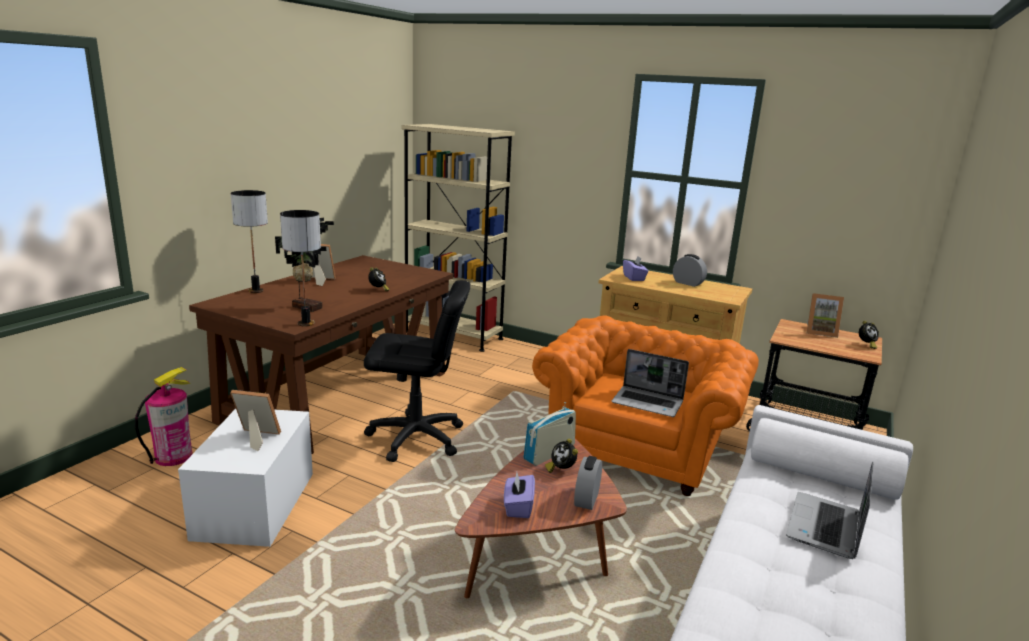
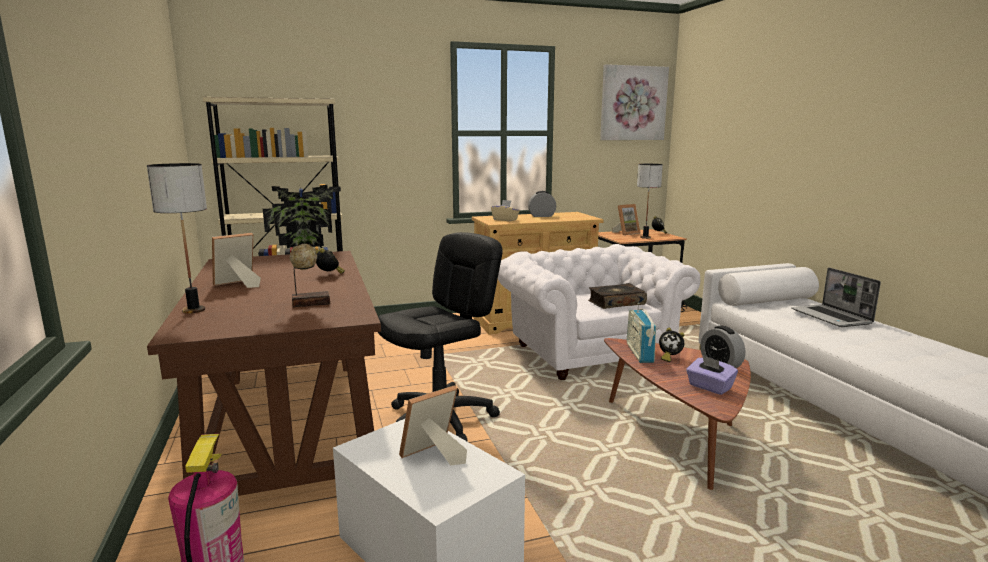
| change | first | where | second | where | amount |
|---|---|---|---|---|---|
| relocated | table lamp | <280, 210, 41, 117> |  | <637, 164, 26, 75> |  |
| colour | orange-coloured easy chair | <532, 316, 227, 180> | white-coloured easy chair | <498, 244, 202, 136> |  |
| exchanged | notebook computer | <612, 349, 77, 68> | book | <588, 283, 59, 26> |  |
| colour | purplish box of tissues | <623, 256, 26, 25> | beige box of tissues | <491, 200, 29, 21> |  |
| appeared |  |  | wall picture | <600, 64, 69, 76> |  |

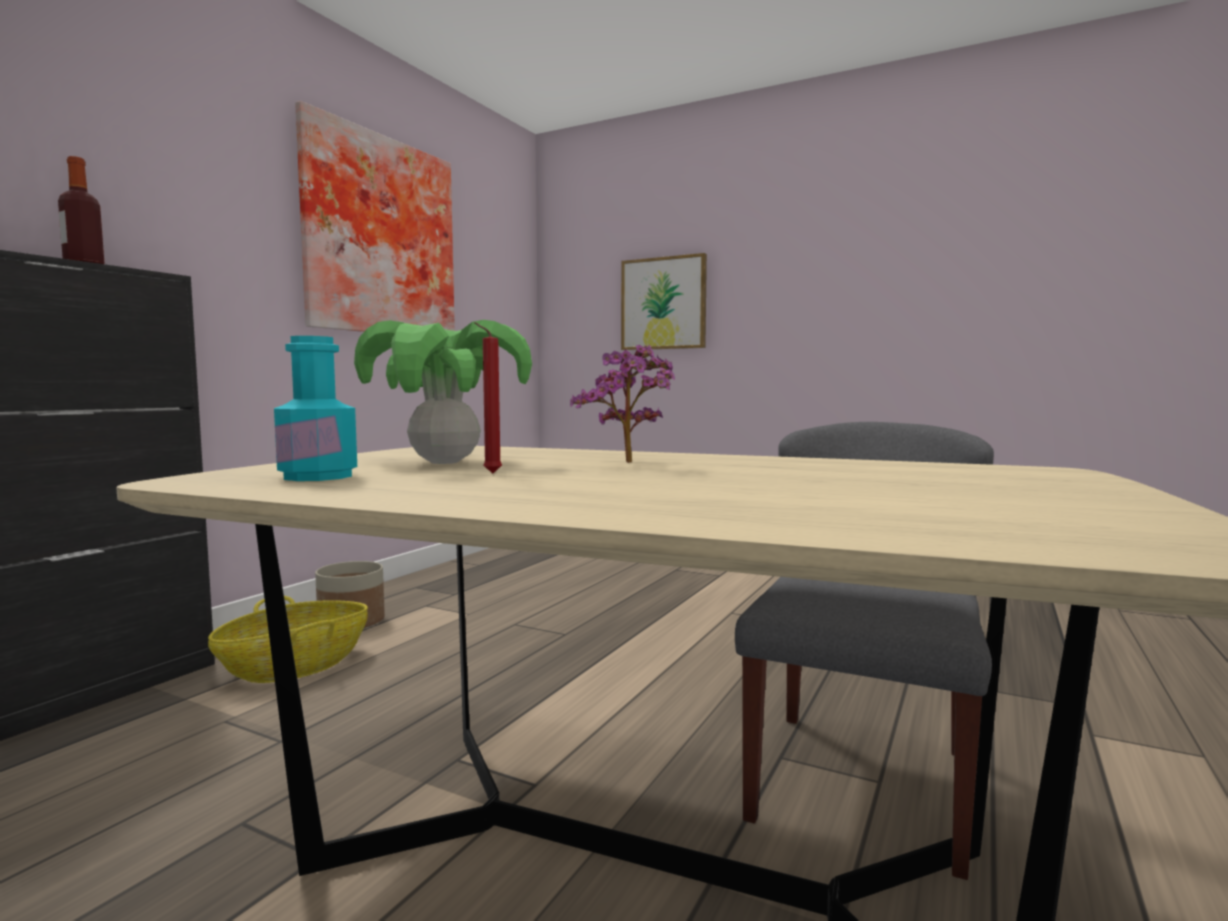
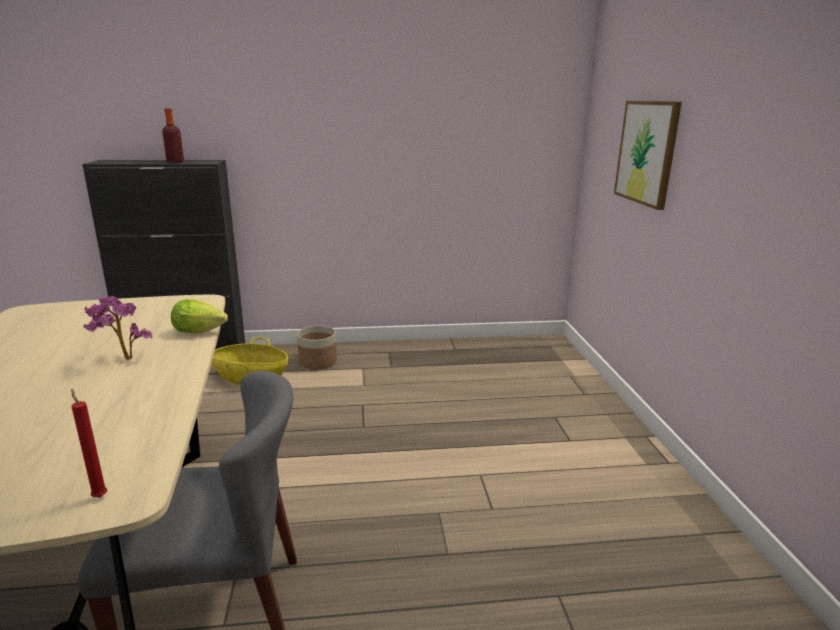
| change | first | where | second | where | amount |
|---|---|---|---|---|---|
| missing | blue-green beverage bottle | <274, 336, 83, 145> |  |  |  |
| missing | wall picture | <295, 101, 160, 231> |  |  |  |
| missing | houseplant | <354, 320, 178, 144> |  |  |  |
| relocated | red candle | <474, 322, 28, 151> |  | <71, 388, 36, 109> |  |
| appeared |  |  | lettuce head | <171, 299, 57, 34> |  |

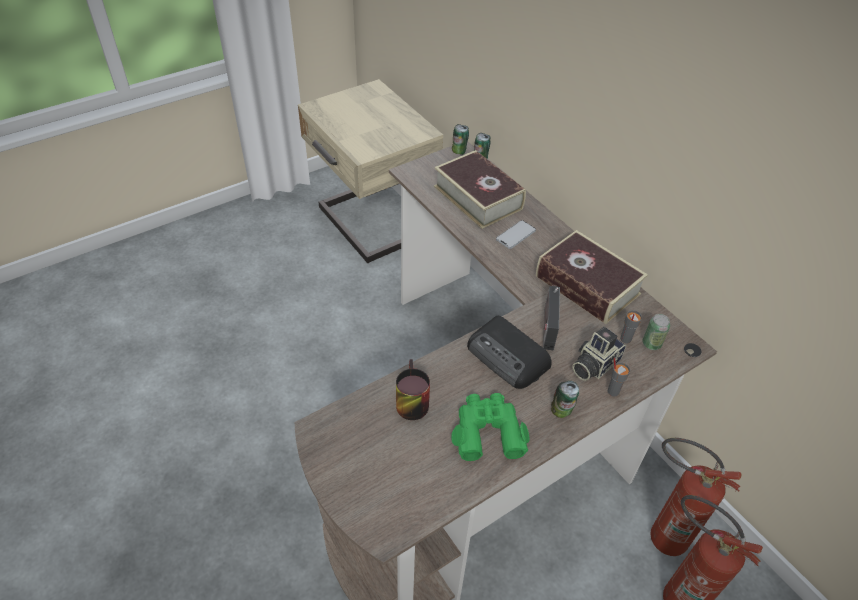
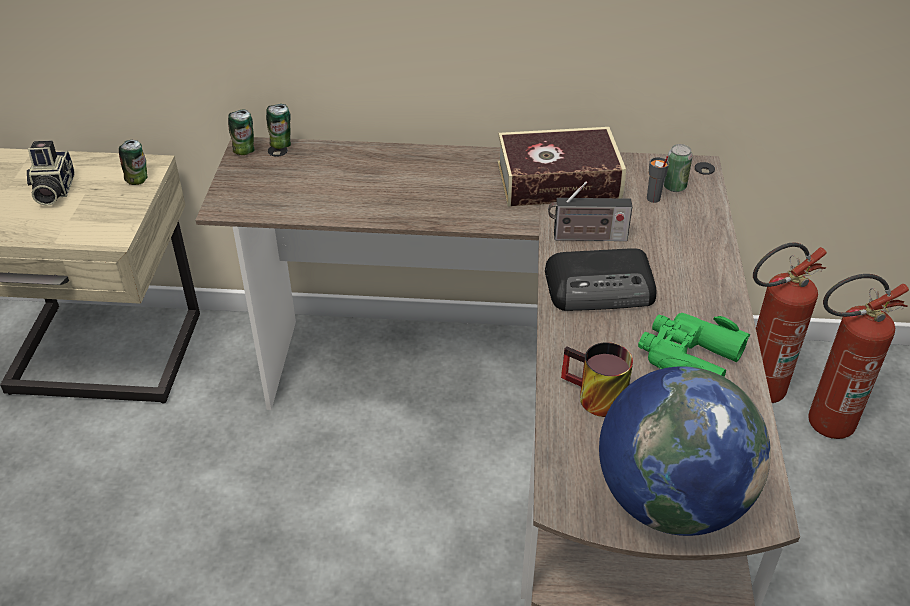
| change | first | where | second | where | amount |
|---|---|---|---|---|---|
| missing | book | <434, 150, 92, 79> |  |  |  |
| missing | phone | <496, 220, 40, 29> |  |  |  |
| spun | radio receiver | <543, 285, 17, 65> |  | <548, 182, 84, 59> | 45 degrees counterclockwise |
| relocated | metal can | <551, 381, 28, 37> |  | <119, 140, 28, 45> |  |
| relocated | still camera | <572, 327, 54, 54> |  | <27, 141, 48, 65> |  |
| missing | gray small cup | <608, 358, 22, 38> |  |  |  |
| appeared |  |  | desk globe | <599, 366, 172, 170> |  |

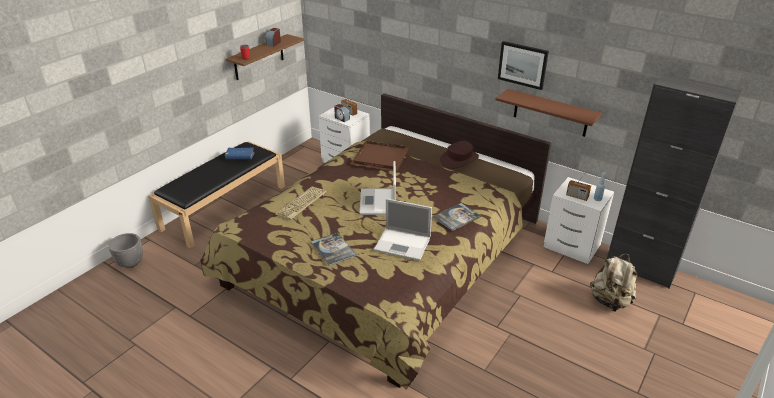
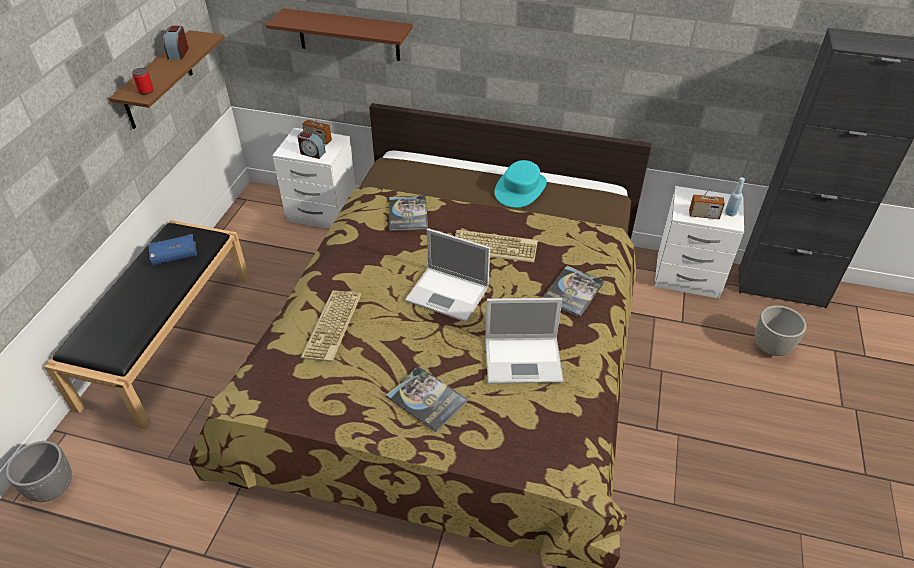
| change | first | where | second | where | amount |
|---|---|---|---|---|---|
| exchanged | brownish tray | <350, 141, 59, 30> | book | <389, 195, 39, 36> |  |
| spun | notebook computer | <360, 161, 36, 54> |  | <405, 228, 85, 94> | 45 degrees counterclockwise |
| colour | brownish clothing hat | <440, 141, 39, 28> | blue-green clothing hat | <494, 160, 53, 48> |  |
| relocated | brownish shelf | <495, 89, 107, 48> |  | <266, 8, 147, 53> |  |
| missing | wall picture | <498, 41, 51, 49> |  |  |  |
| exchanged | beige backpack | <590, 254, 47, 58> | gray plant pot | <755, 305, 52, 51> |  |
| appeared |  |  | keyboard | <455, 230, 83, 32> |  |

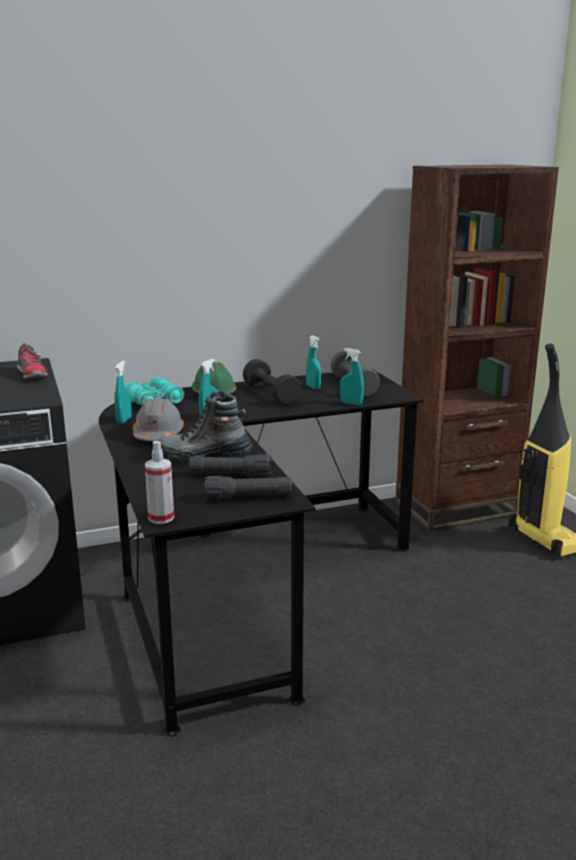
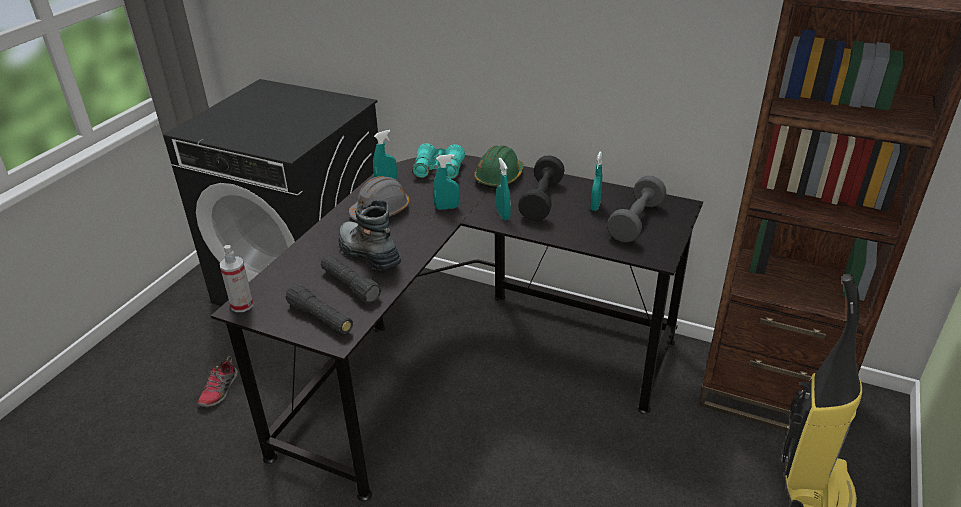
| change | first | where | second | where | amount |
|---|---|---|---|---|---|
| relocated | low shoe | <17, 343, 31, 36> |  | <198, 356, 40, 51> |  |
| relocated | blue-green spray bottle | <340, 348, 24, 57> |  | <496, 158, 15, 62> |  |

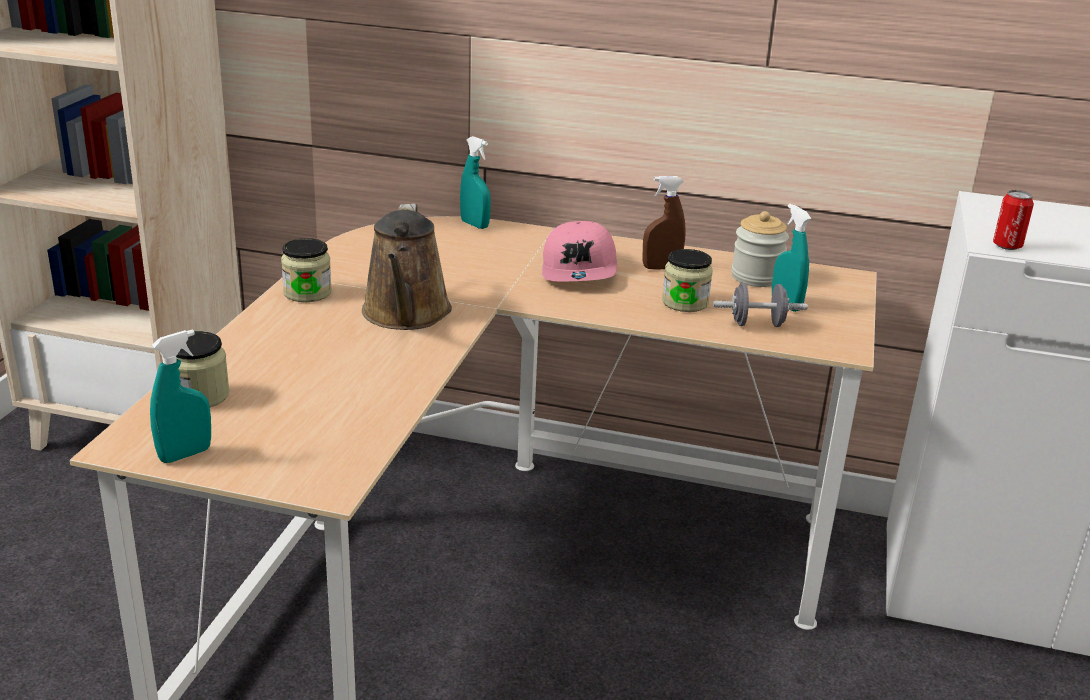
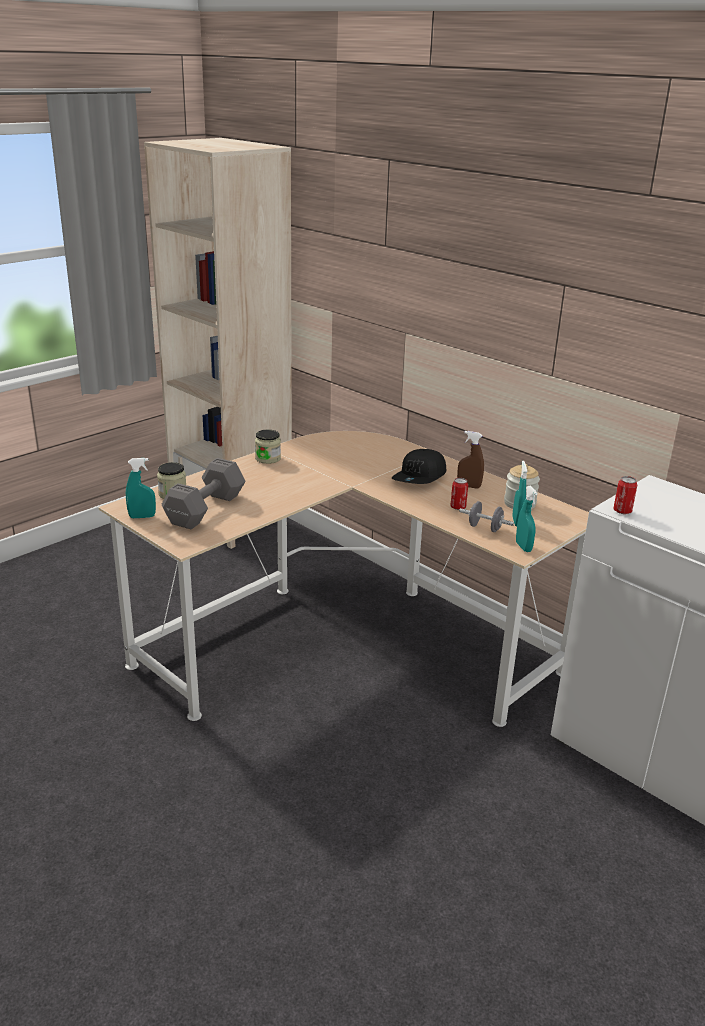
| change | first | where | second | where | amount |
|---|---|---|---|---|---|
| missing | brownish sprinkling can | <362, 204, 90, 126> |  |  |  |
| relocated | blue-green spray bottle | <460, 136, 31, 93> |  | <516, 486, 22, 66> |  |
| colour | pink-coloured peaked cap | <542, 221, 75, 60> | blackish peaked cap | <392, 449, 54, 35> |  |
| exchanged | preserve jar | <662, 249, 51, 63> | metal can | <450, 478, 18, 32> |  |
| appeared |  |  | gray dumbbell | <161, 458, 85, 71> |  |

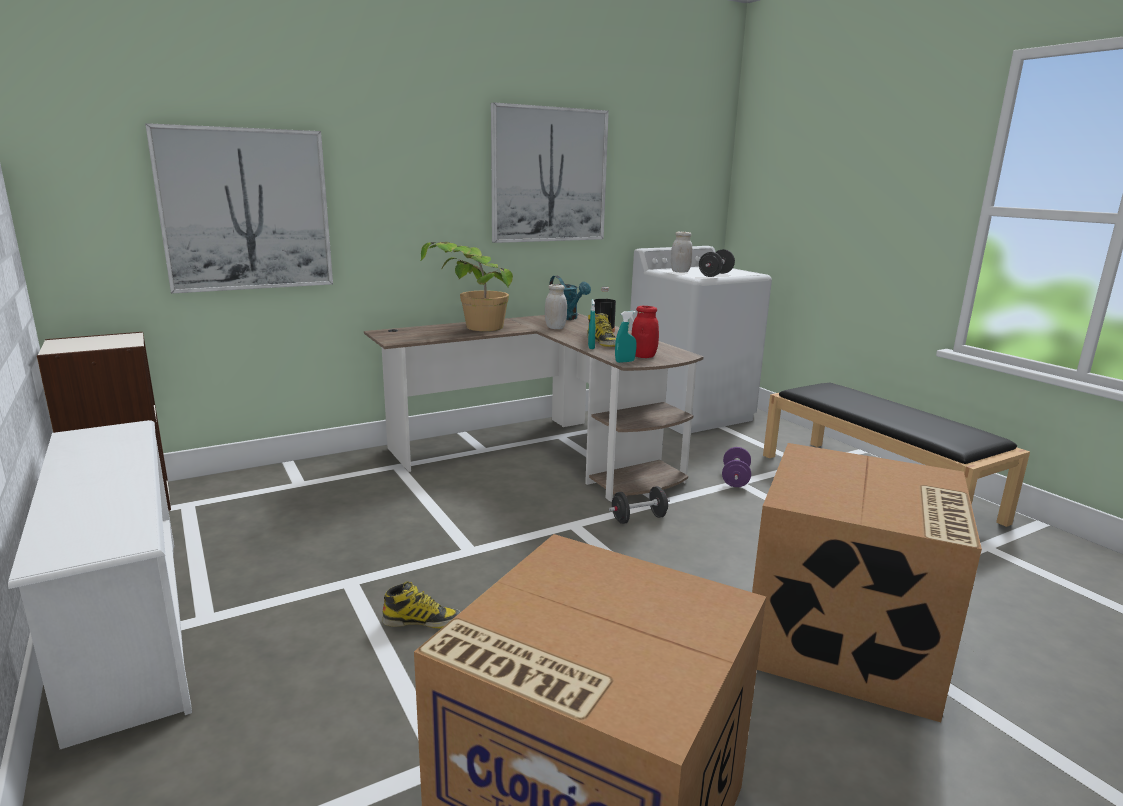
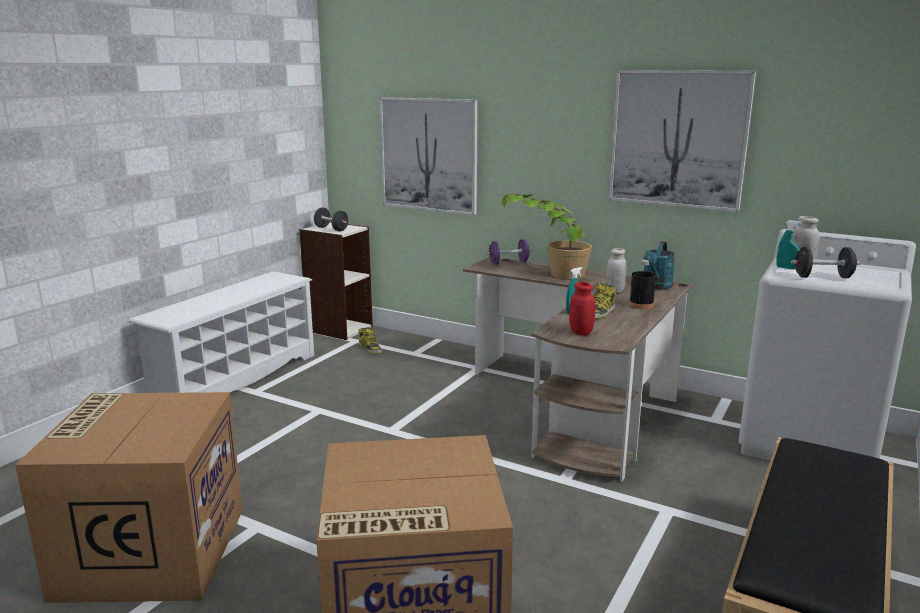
| change | first | where | second | where | amount |
|---|---|---|---|---|---|
| relocated | high-top boot | <382, 581, 78, 47> |  | <358, 327, 24, 27> |  |
| relocated | blackish dumbbell | <609, 486, 61, 38> |  | <314, 208, 34, 23> |  |
| relocated | blue-green spray bottle | <615, 311, 22, 52> |  | <776, 220, 26, 49> |  |
| relocated | purplish dumbbell | <722, 447, 29, 40> |  | <486, 239, 46, 25> |  |

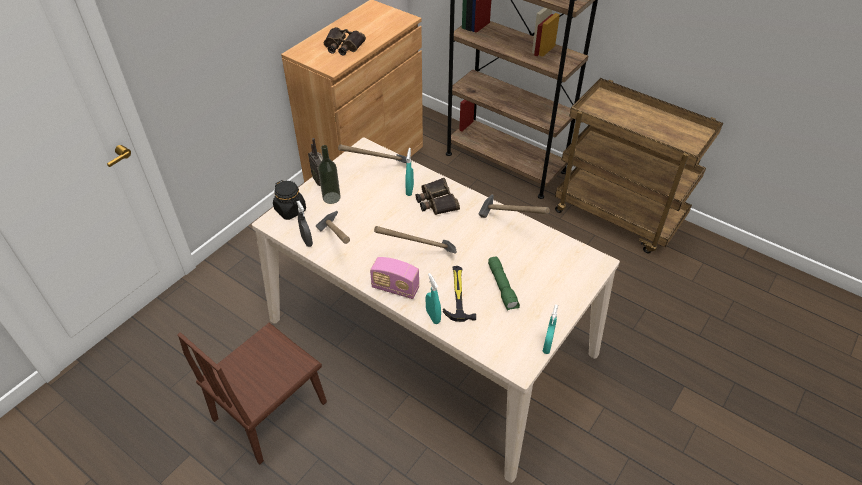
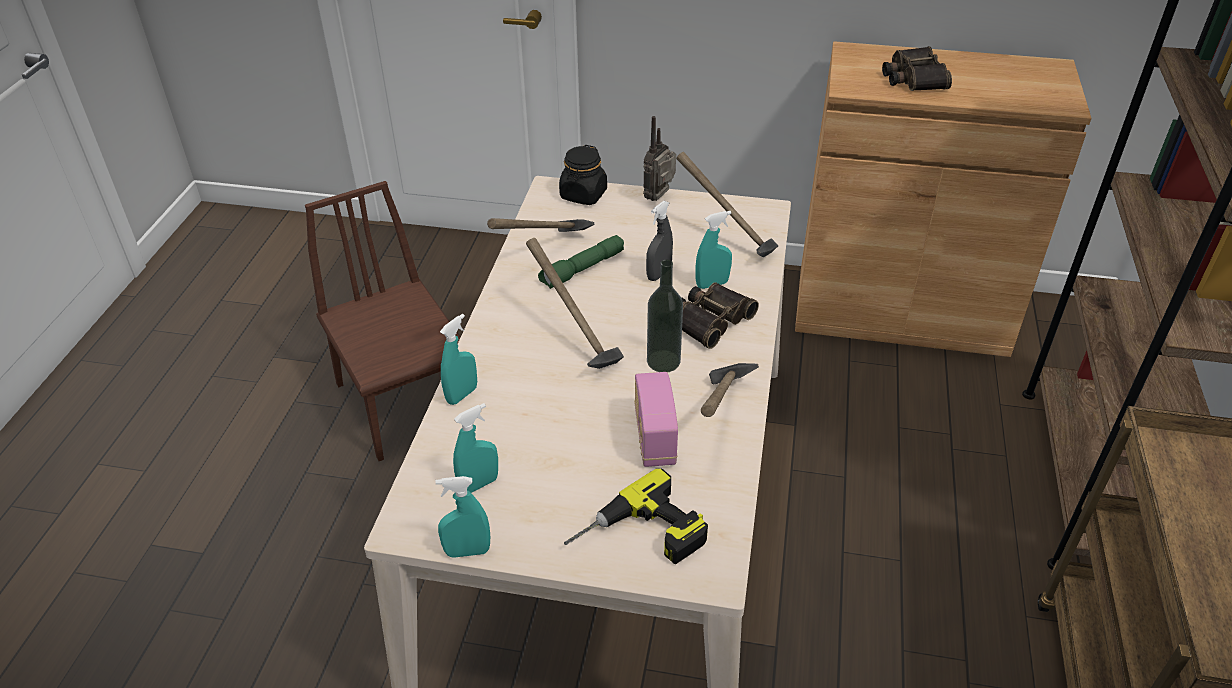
| change | first | where | second | where | amount |
|---|---|---|---|---|---|
| spun | brownish plain chair | <177, 323, 150, 141> |  | <305, 181, 156, 280> | 45 degrees clockwise |
| relocated | gray spray bottle | <296, 201, 17, 46> |  | <646, 201, 27, 80> |  |
| relocated | beverage bottle | <318, 145, 23, 59> |  | <647, 260, 36, 112> |  |
| relocated | radio receiver | <370, 257, 50, 42> |  | <634, 372, 44, 95> |  |
| missing | hand hammer | <443, 266, 33, 56> |  |  |  |
| relocated | green-coloured hand torch | <488, 256, 32, 55> |  | <538, 235, 86, 54> |  |
| appeared |  |  | blue-green spray bottle | <453, 403, 45, 90> |  |
| appeared |  |  | power drill | <564, 468, 144, 96> |  |

